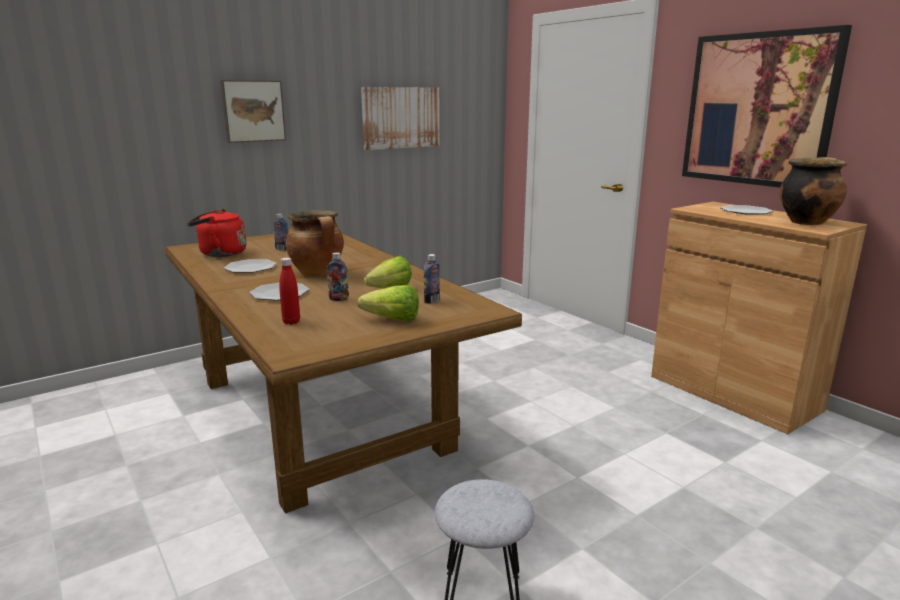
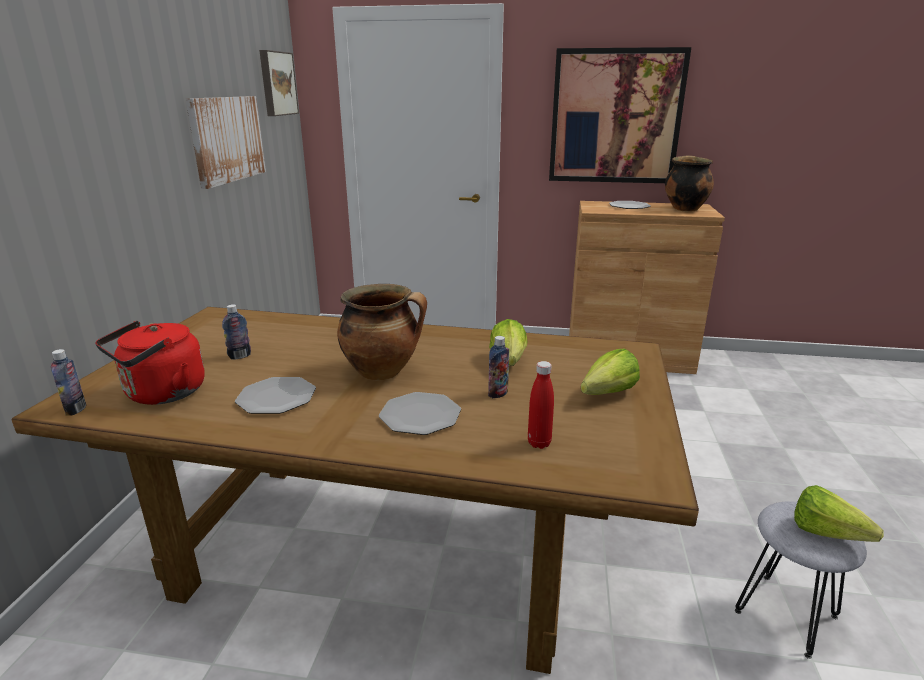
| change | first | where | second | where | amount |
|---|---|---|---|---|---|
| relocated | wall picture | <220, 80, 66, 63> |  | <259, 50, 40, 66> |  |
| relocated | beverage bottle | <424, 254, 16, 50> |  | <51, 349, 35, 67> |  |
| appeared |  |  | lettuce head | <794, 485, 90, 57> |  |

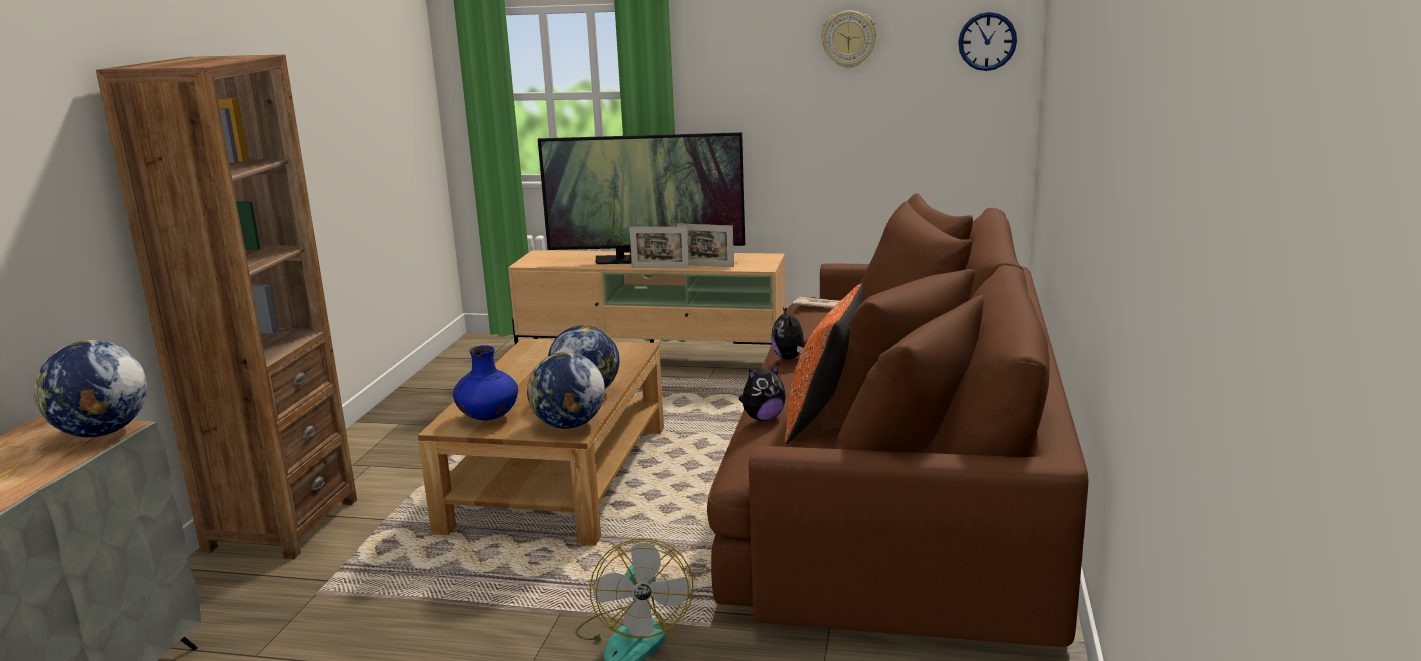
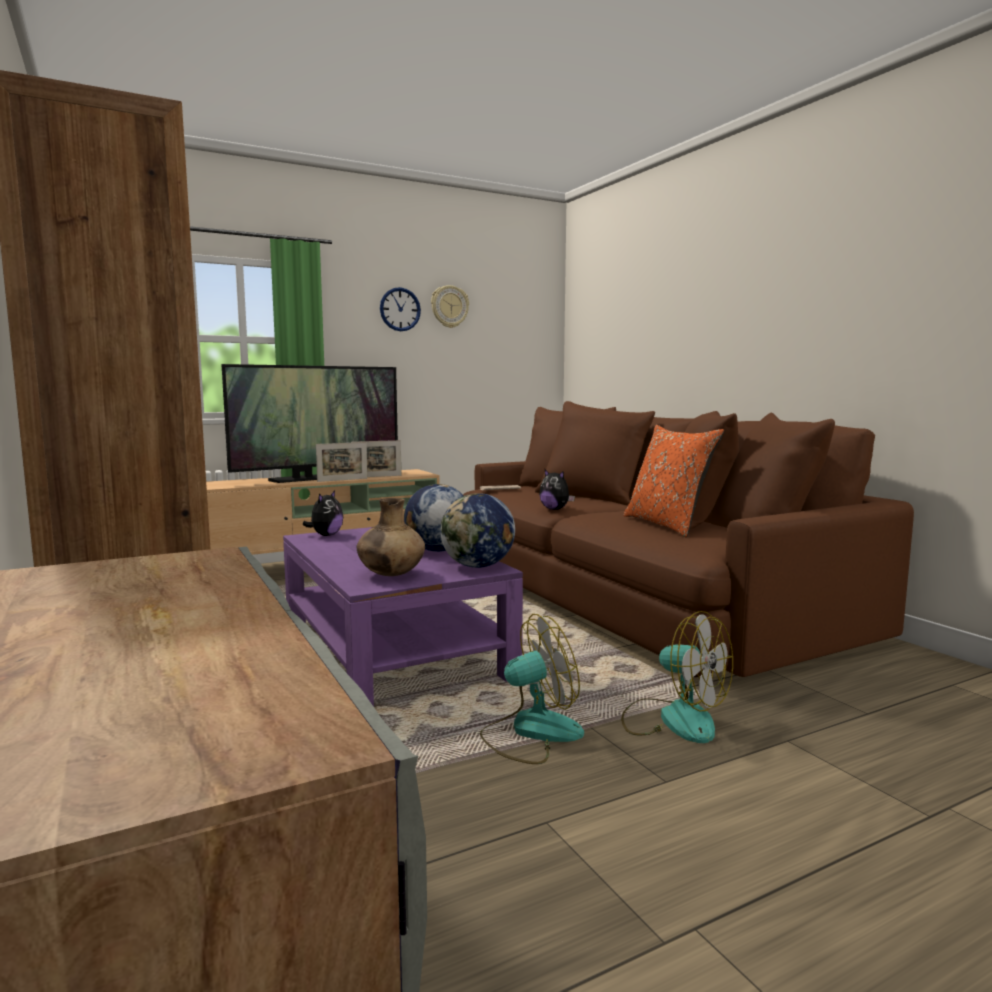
| change | first | where | second | where | amount |
|---|---|---|---|---|---|
| missing | desk globe | <34, 340, 113, 97> |  |  |  |
| colour | brownish coffee table | <418, 339, 246, 207> | purplish coffee table | <283, 527, 240, 180> |  |
| colour | bluish vase | <453, 345, 65, 75> | brownish vase | <357, 498, 68, 78> |  |
| relocated | plush toy | <739, 363, 47, 58> |  | <302, 491, 41, 45> |  |
| relocated | hanging clock | <958, 12, 59, 59> |  | <380, 287, 41, 44> |  |
| appeared |  |  | fan | <480, 614, 104, 150> |  |

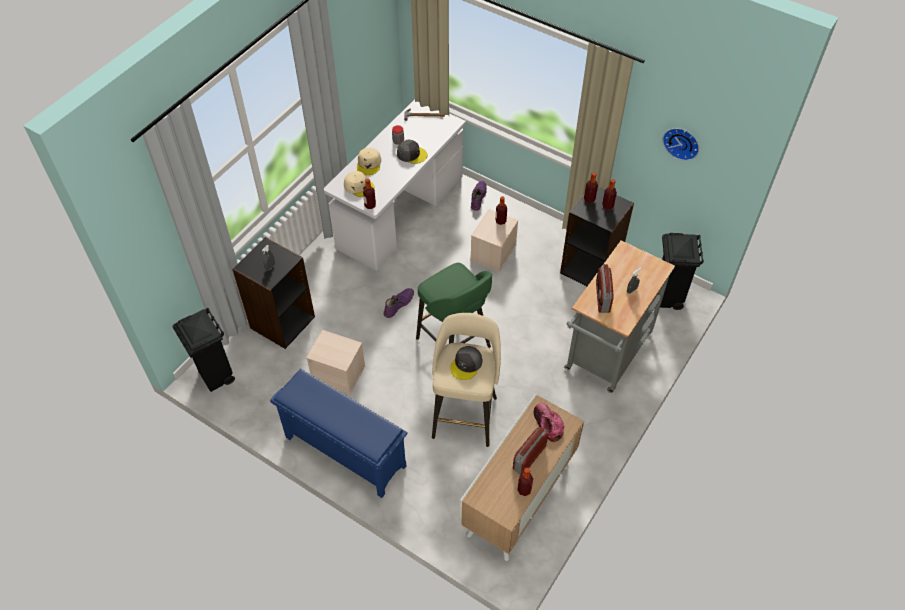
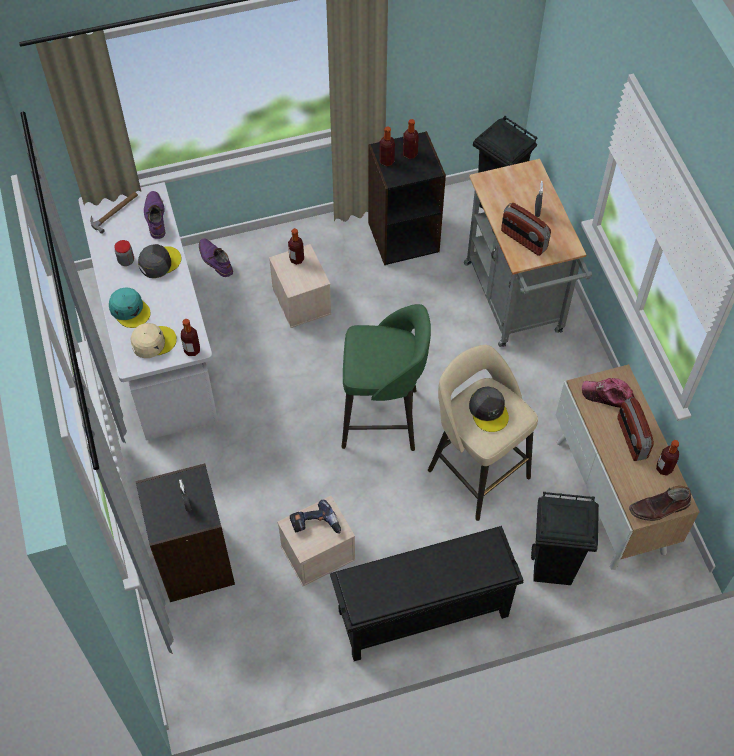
| change | first | where | second | where | amount |
|---|---|---|---|---|---|
| relocated | blackish rubbish bin | <172, 308, 63, 84> |  | <531, 492, 68, 93> |  |
| colour | bluish shoe rack | <270, 369, 138, 129> | blackish shoe rack | <330, 526, 193, 135> |  |
| colour | beige peaked cap | <357, 148, 24, 27> | blue-green peaked cap | <109, 287, 41, 41> |  |
| relocated | purplish high-top boot | <384, 288, 30, 30> |  | <144, 191, 21, 48> |  |
| missing | hanging clock | <663, 128, 36, 33> |  |  |  |
| appeared |  |  | power drill | <290, 500, 51, 34> |  |
| appeared |  |  | brownish high-top boot | <629, 486, 62, 35> |  |

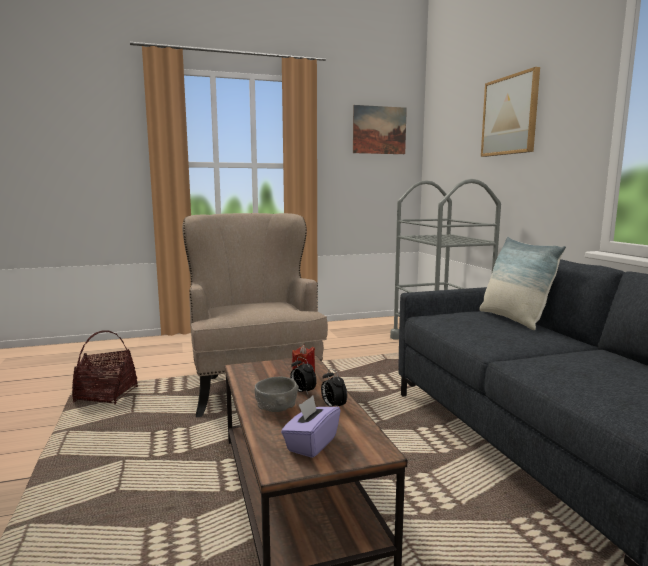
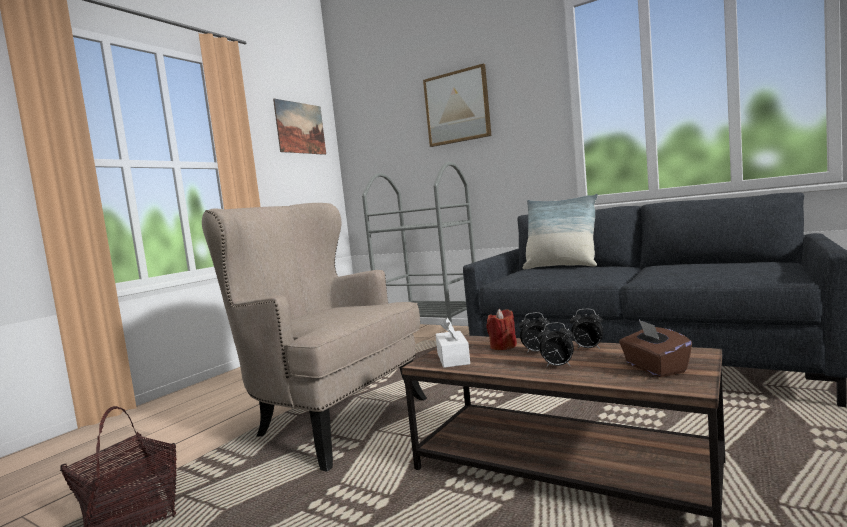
| change | first | where | second | where | amount |
|---|---|---|---|---|---|
| exchanged | gray bowl | <255, 377, 44, 35> | alarm clock | <538, 322, 36, 46> |  |
| colour | purplish box of tissues | <281, 396, 59, 62> | brownish box of tissues | <619, 319, 73, 58> |  |
| appeared |  |  | white-coloured box of tissues | <435, 317, 35, 51> |  |

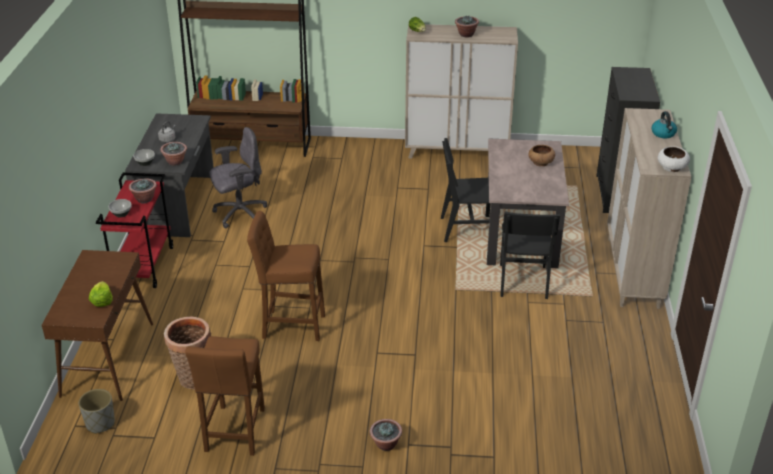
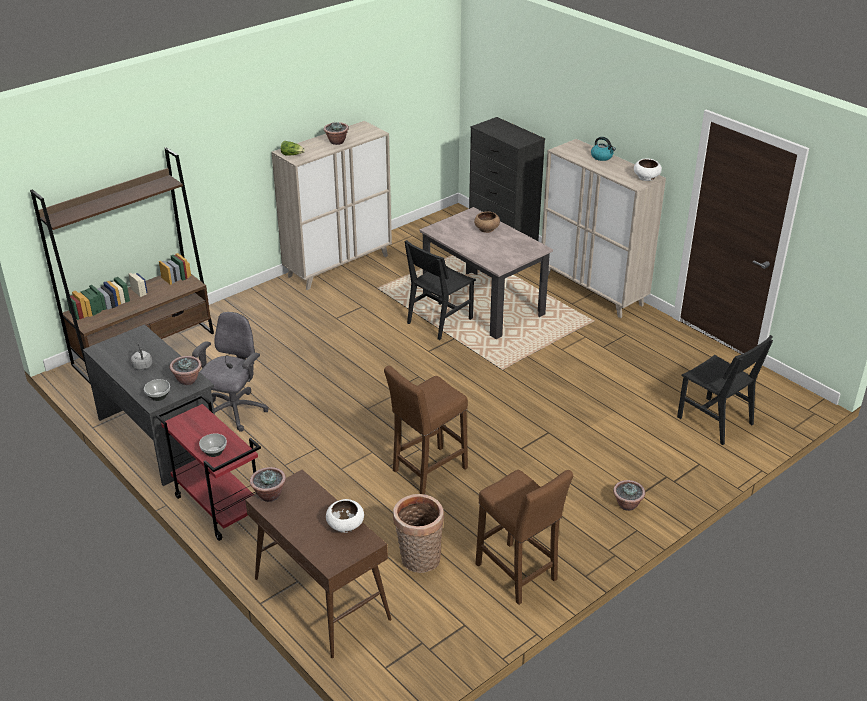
| change | first | where | second | where | amount |
|---|---|---|---|---|---|
| missing | gray plant pot | <79, 389, 36, 45> |  |  |  |
| exchanged | lettuce head | <89, 281, 24, 26> | white-coloured bowl | <326, 499, 38, 34> |  |
| relocated | houseplant | <129, 178, 28, 26> |  | <250, 467, 36, 35> |  |
| relocated | blackish plain chair | <500, 211, 60, 88> |  | <677, 335, 96, 110> |  |

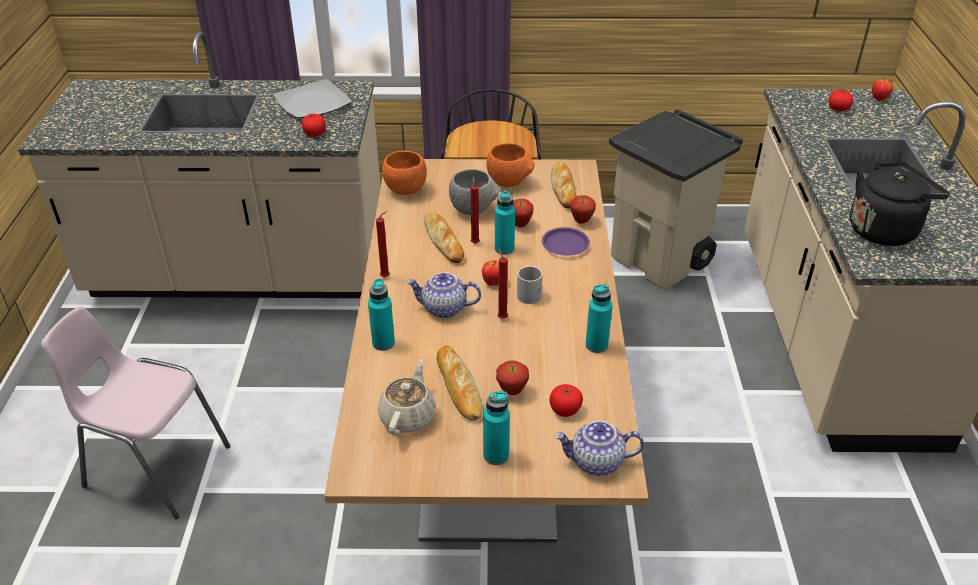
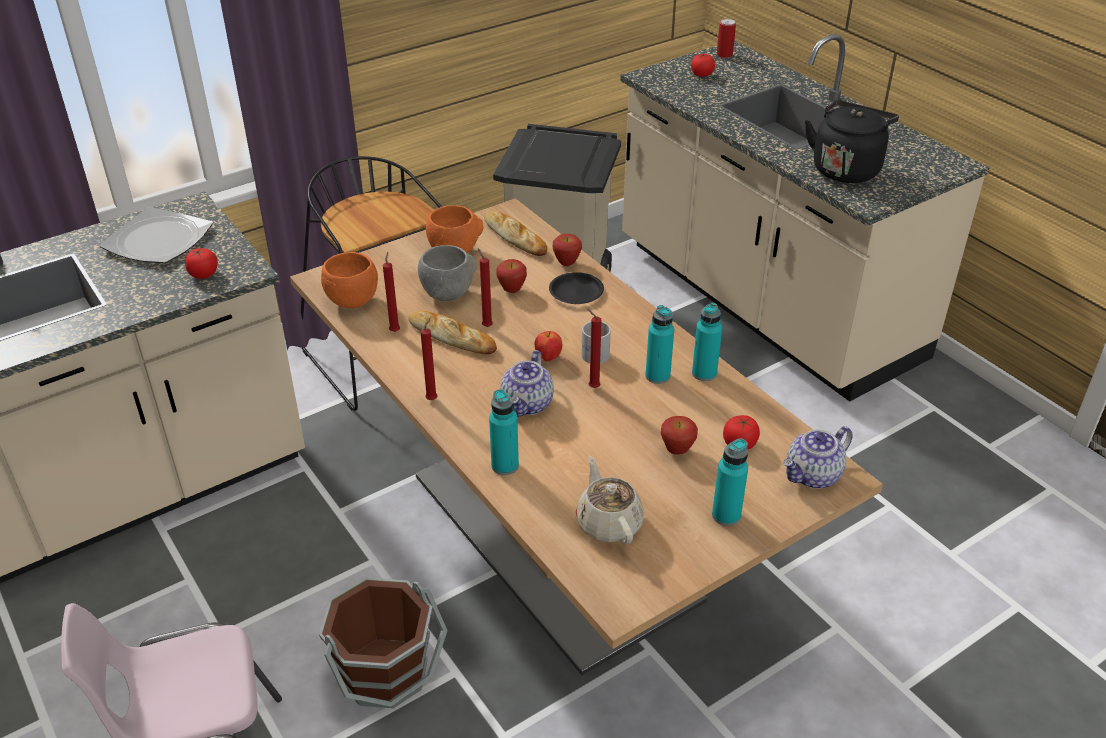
| change | first | where | second | where | amount |
|---|---|---|---|---|---|
| spun | teapot | <407, 272, 74, 46> |  | <500, 350, 54, 67> | 45 degrees counterclockwise |
| missing | bakery bread | <437, 346, 45, 75> |  |  |  |
| relocated | blue-green beverage bottle | <495, 190, 20, 65> |  | <645, 305, 29, 79> |  |
| colour | purplish plate | <542, 227, 48, 29> | blackish plate | <549, 272, 55, 32> |  |
| exchanged | whole apple | <872, 79, 21, 22> | metal can | <717, 19, 19, 39> |  |
| appeared |  |  | brownish bucket | <319, 578, 129, 130> |  |
| appeared |  |  | red candle | <383, 252, 17, 80> |  |

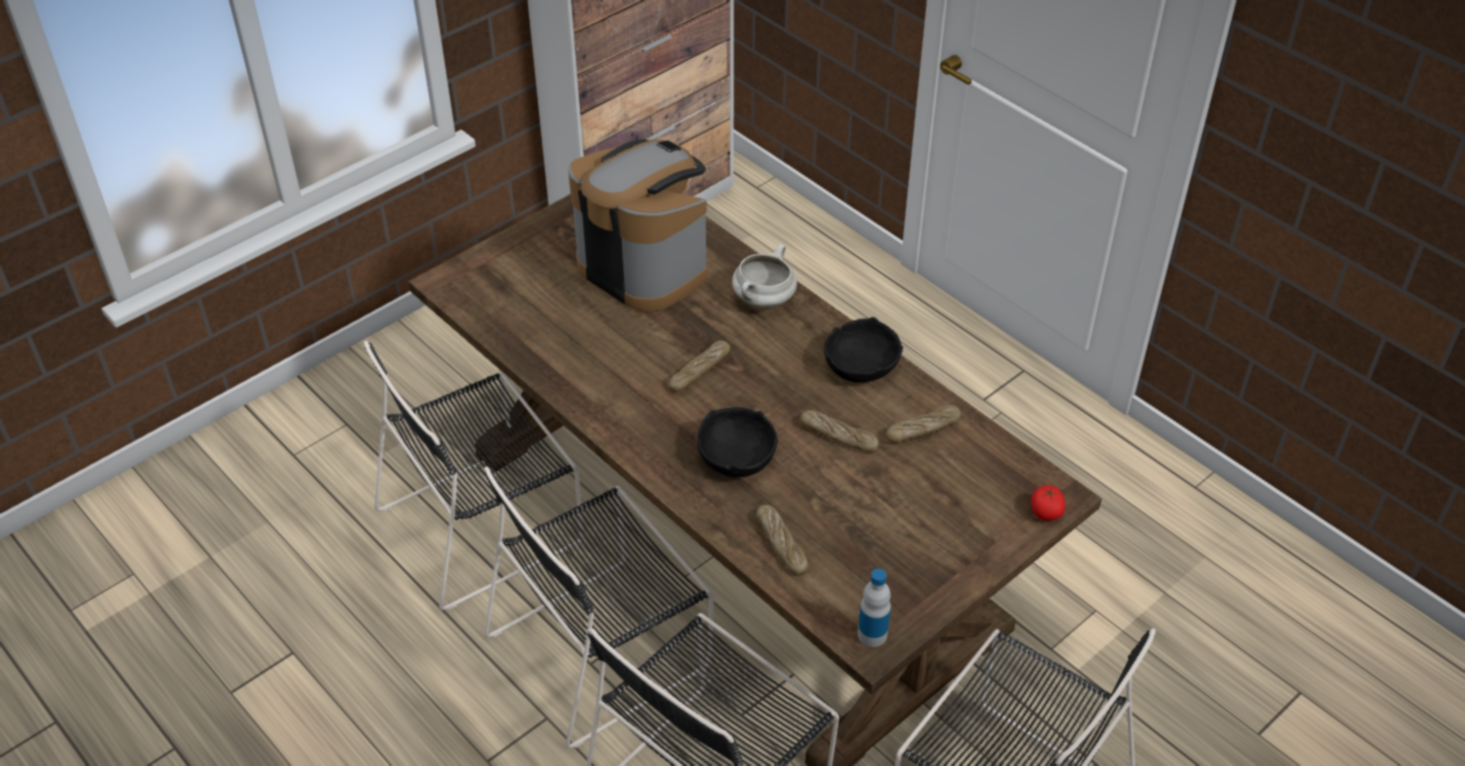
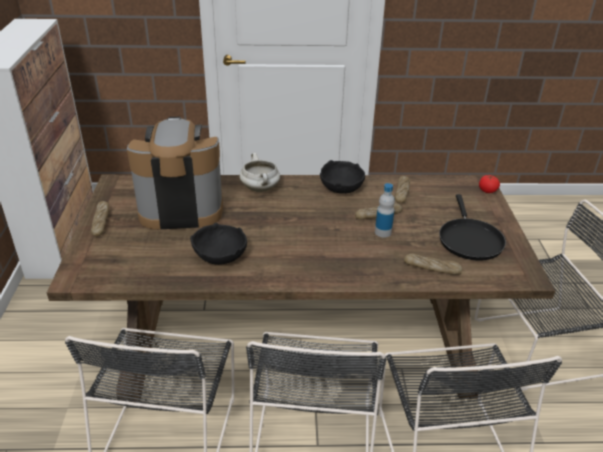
| change | first | where | second | where | amount |
|---|---|---|---|---|---|
| relocated | bakery bread | <669, 341, 61, 51> |  | <91, 201, 18, 36> |  |
| relocated | blackish bowl | <697, 407, 81, 70> |  | <190, 223, 57, 42> |  |
| relocated | beverage bottle | <858, 569, 33, 78> |  | <375, 183, 20, 54> |  |
| appeared |  |  | blackish pan | <439, 194, 67, 67> |  |

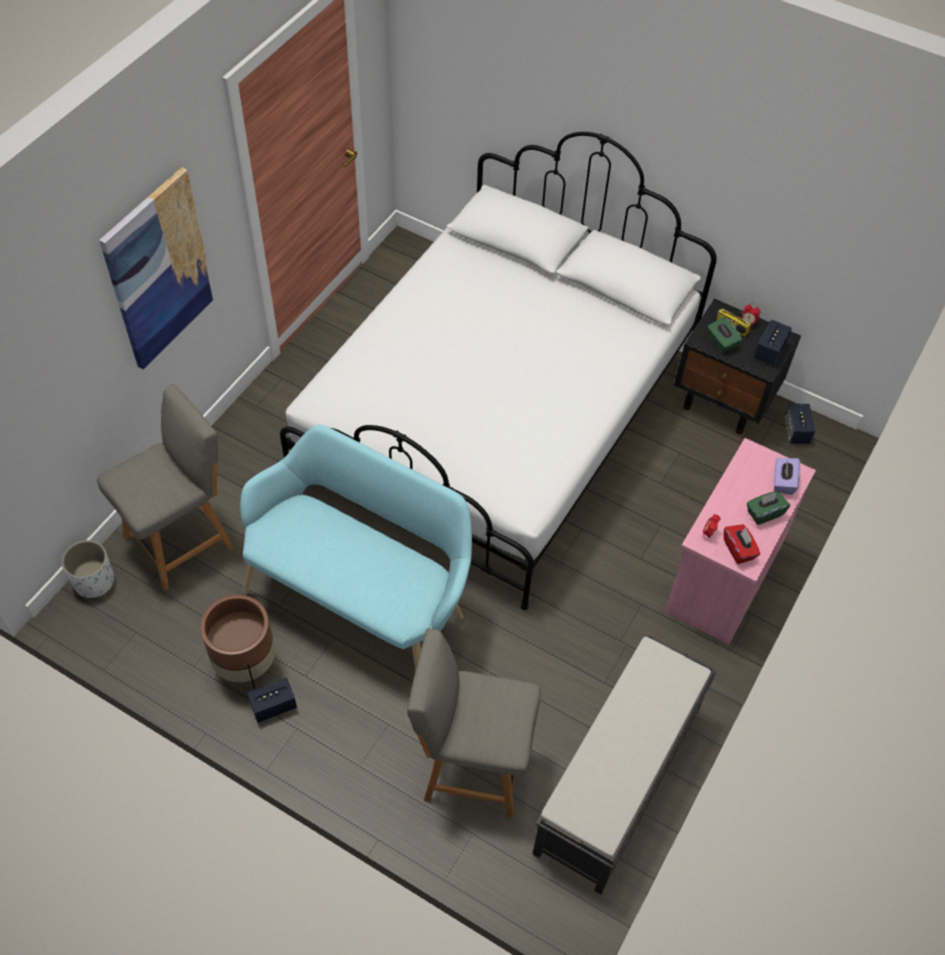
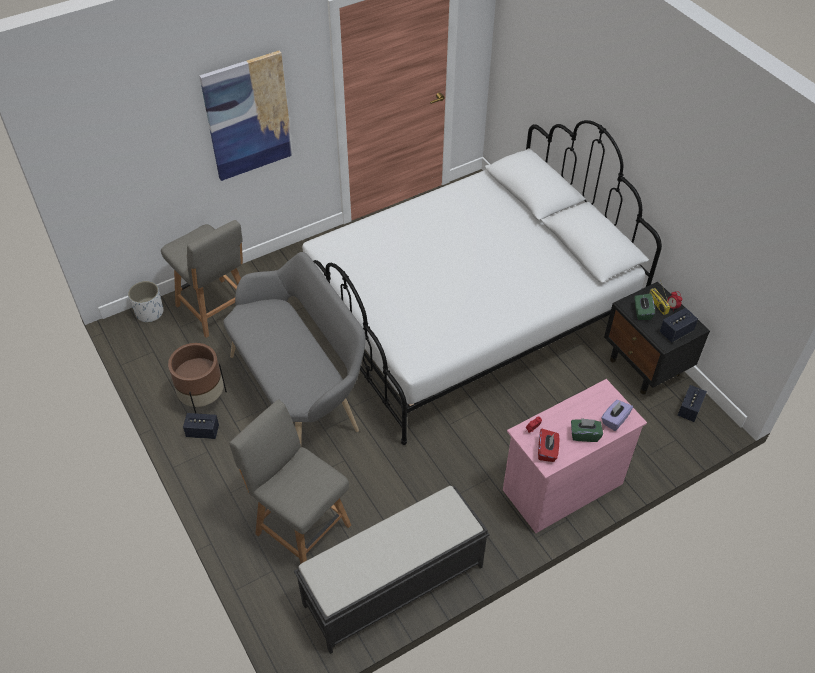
| change | first | where | second | where | amount |
|---|---|---|---|---|---|
| spun | gray plain chair | <97, 384, 137, 206> |  | <161, 220, 82, 118> | 60 degrees clockwise |
| colour | blue-green long seat | <240, 425, 232, 246> | gray long seat | <223, 252, 143, 192> |  |

